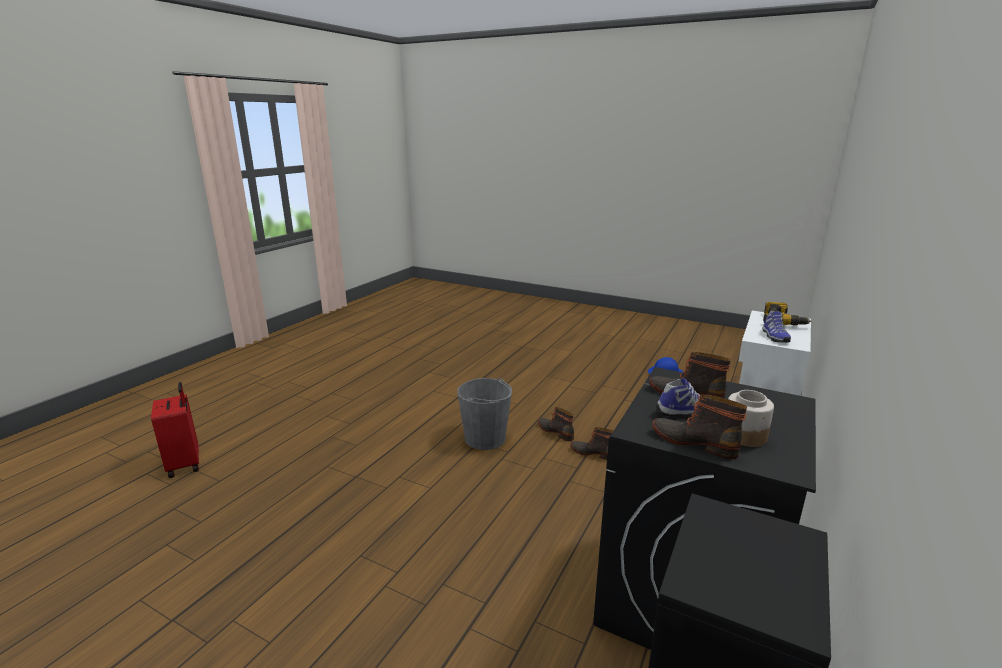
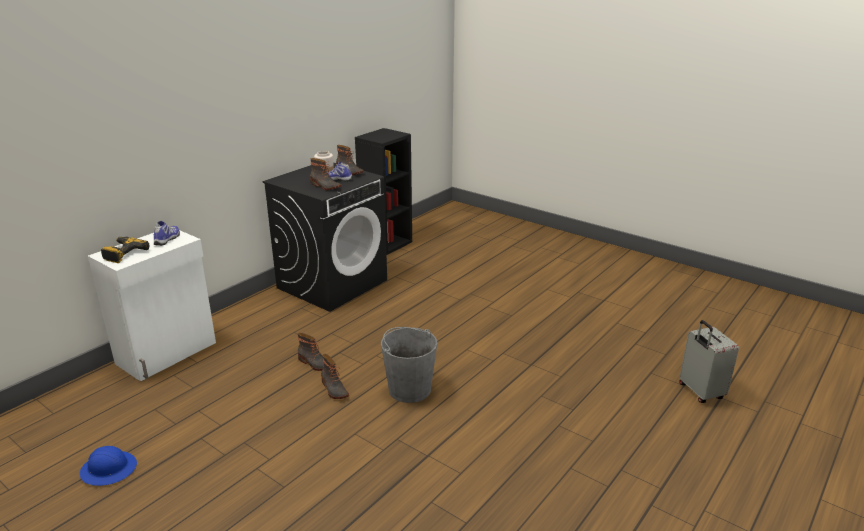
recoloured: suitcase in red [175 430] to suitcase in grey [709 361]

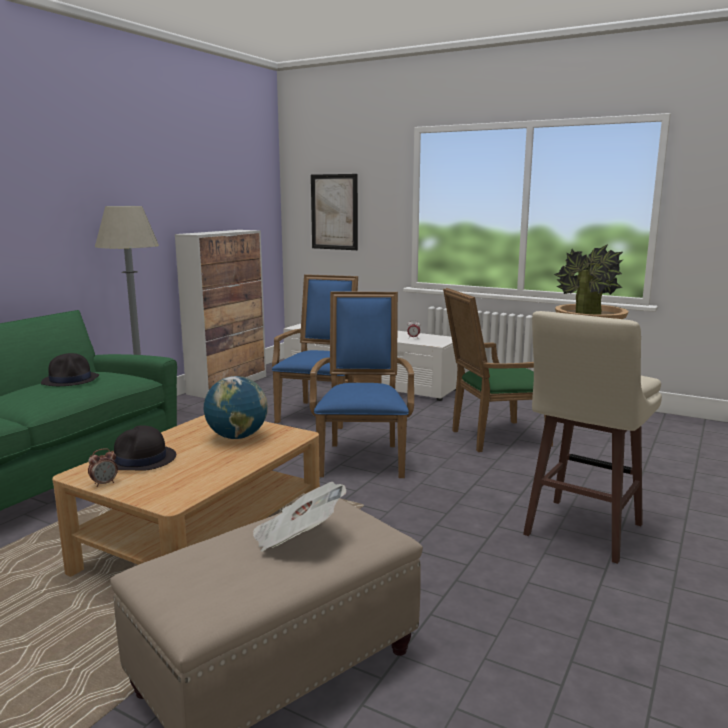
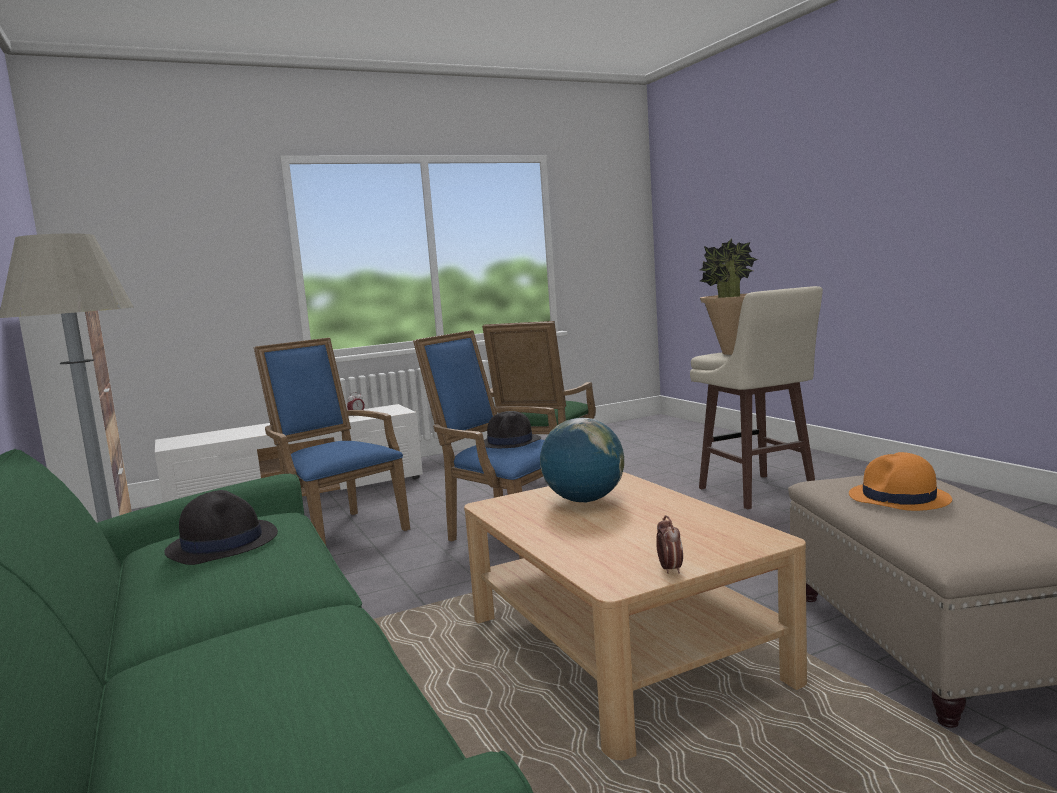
removed: picture [334 212]
moved: hat in black [145 448] to [512 429]
replaced: newspaper [299 517] to hat in orange [900 481]

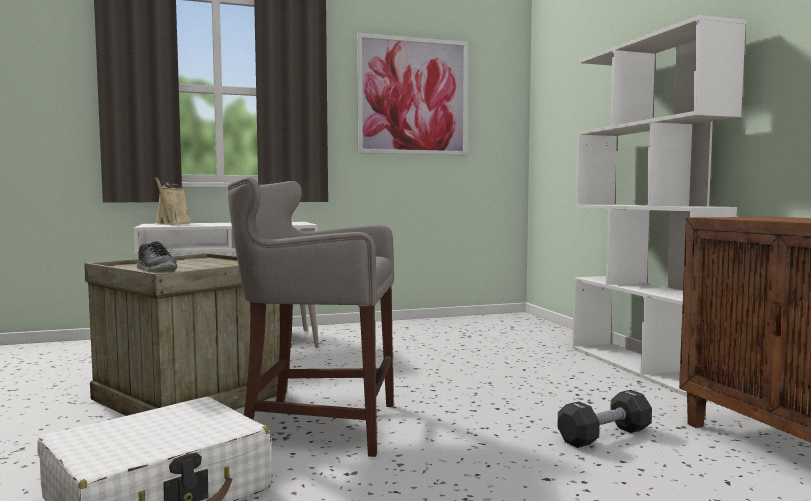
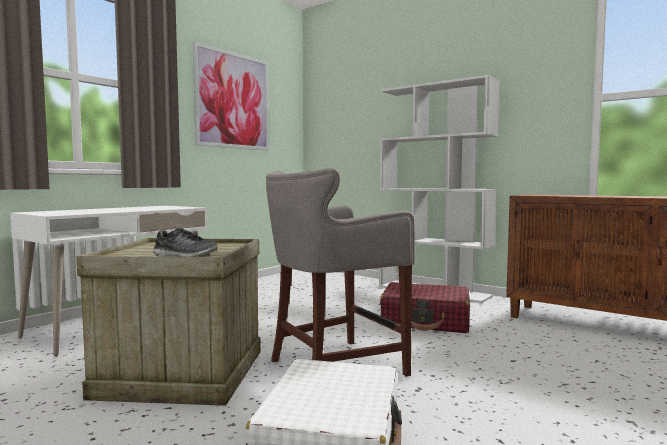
removed: watering can in beige [173 201]; dumbbell in black [605 419]
added: suitcase in red [425 307]

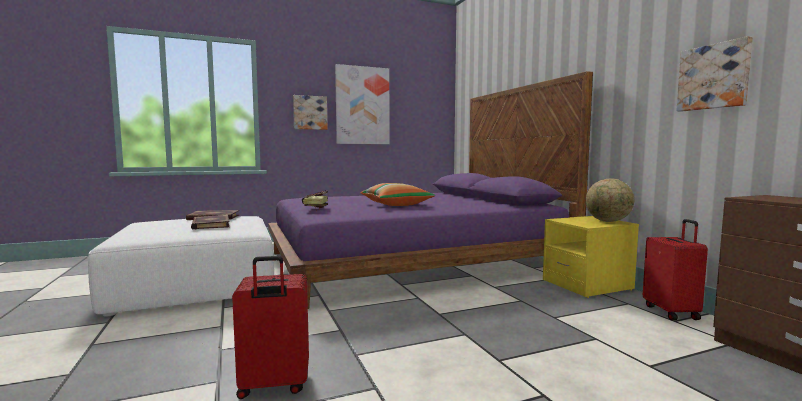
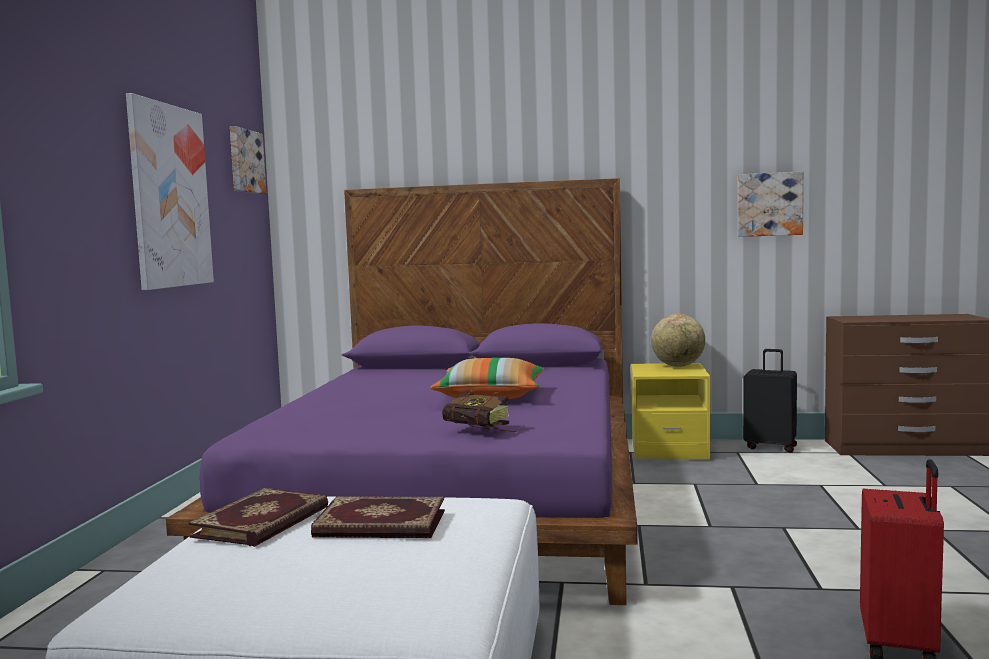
moved: picture [310 112] to [248 160]
recoloured: suitcase in red [675 269] to suitcase in black [770 401]

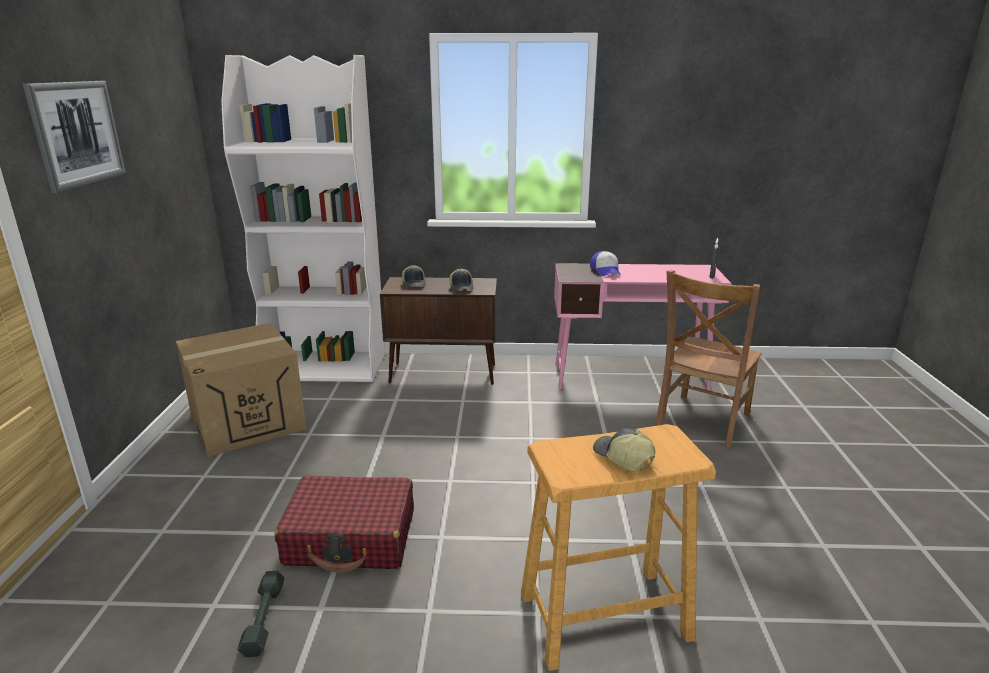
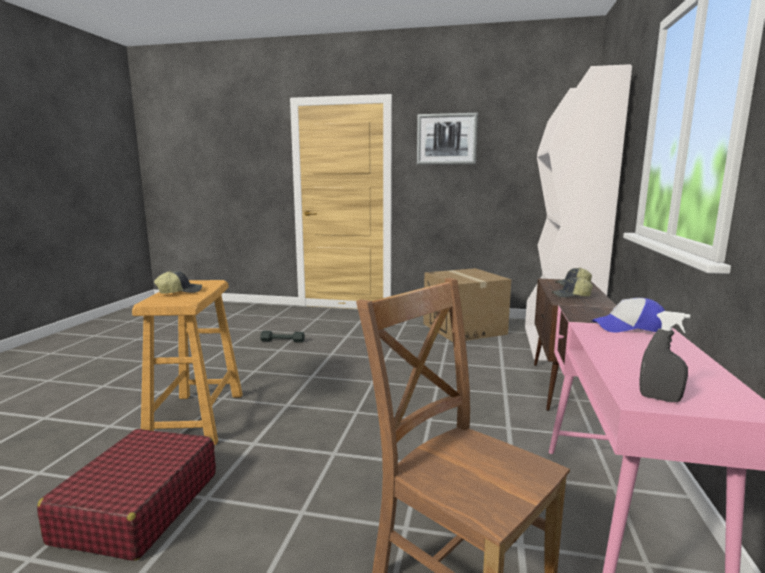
moved: suitcase in red [344 524] to [126 495]

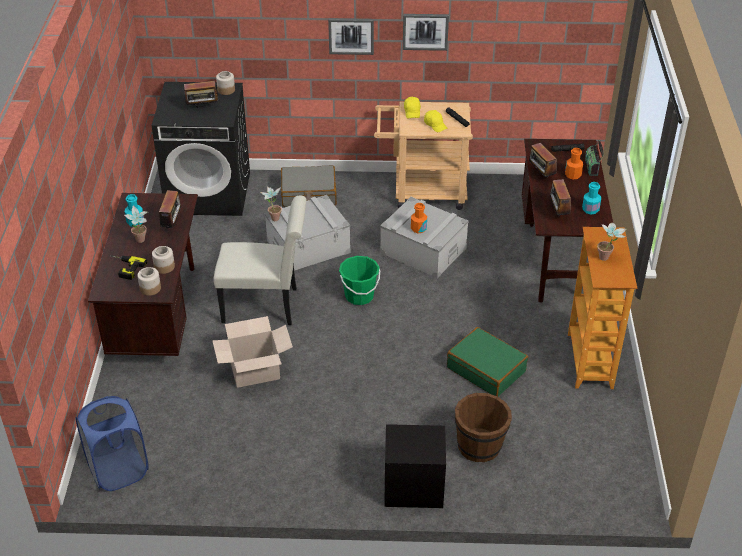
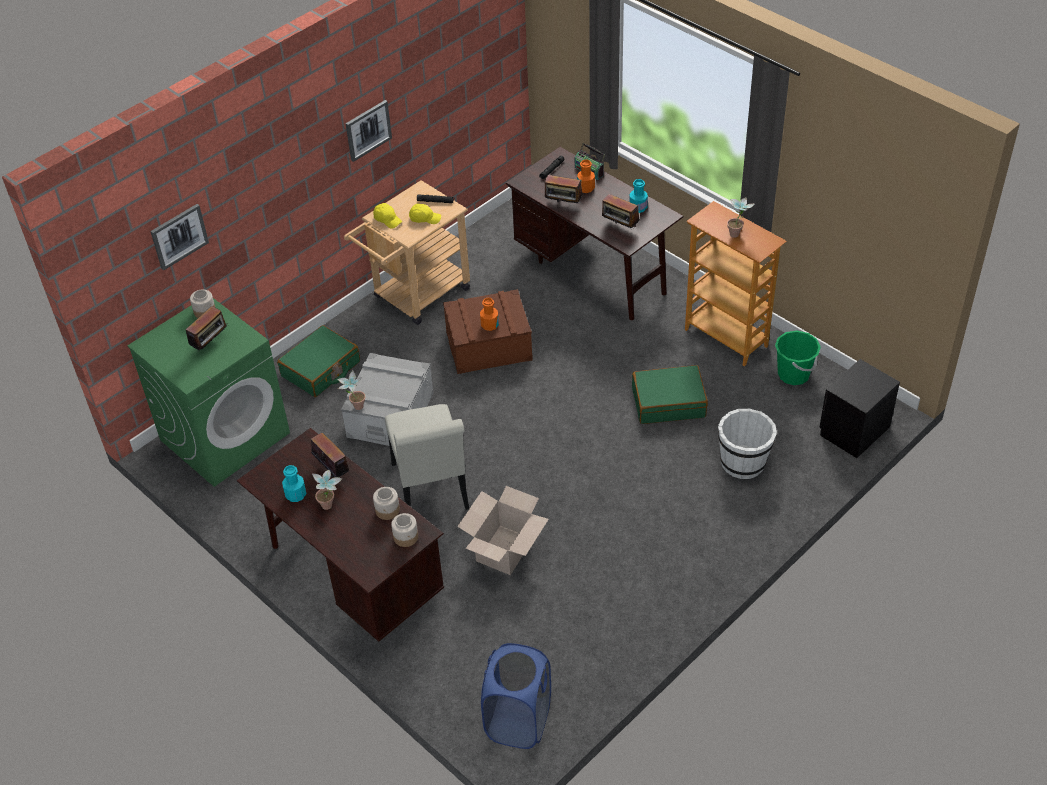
removed: power drill [128 267]
moved: picture [351 36] to [179 237]; bucket in green [359 280] to [798 358]; nightstand in black [415 466] to [859 408]
recoloured: washing machine in black [201 149] to washing machine in green [208 392]; suitcase in grey [309 186] to suitcase in green [318 361]; storage box in grey [424 237] to storage box in brown [488 331]; bucket in brown [483 427] to bucket in white [747 444]
turned: chair in white [259 260] = [427 457] 120 degrees clockwise

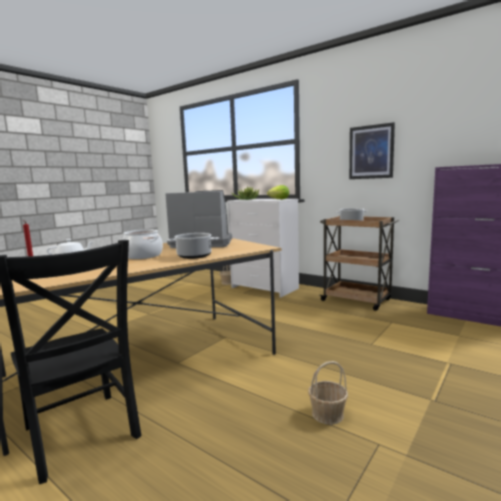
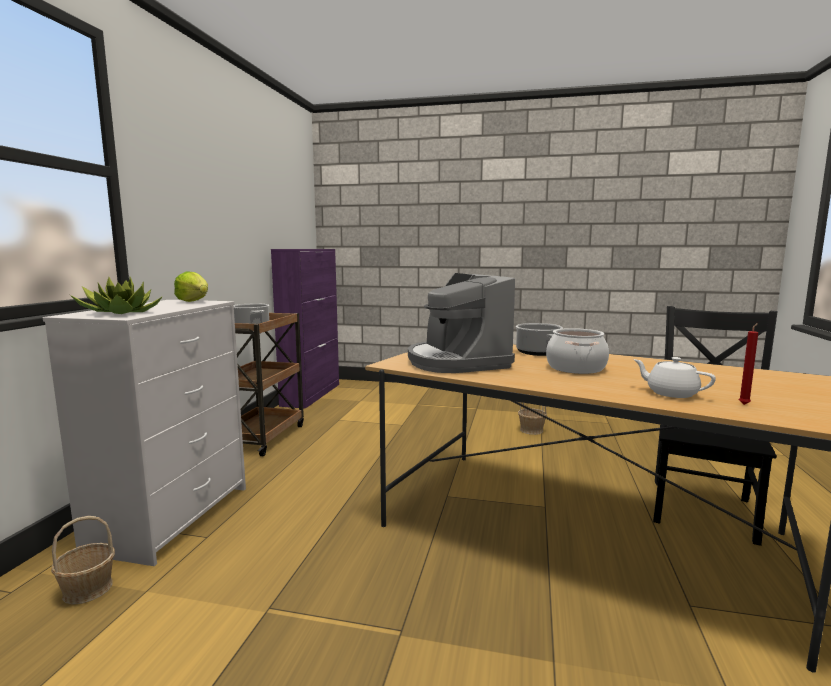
removed: picture [372 150]

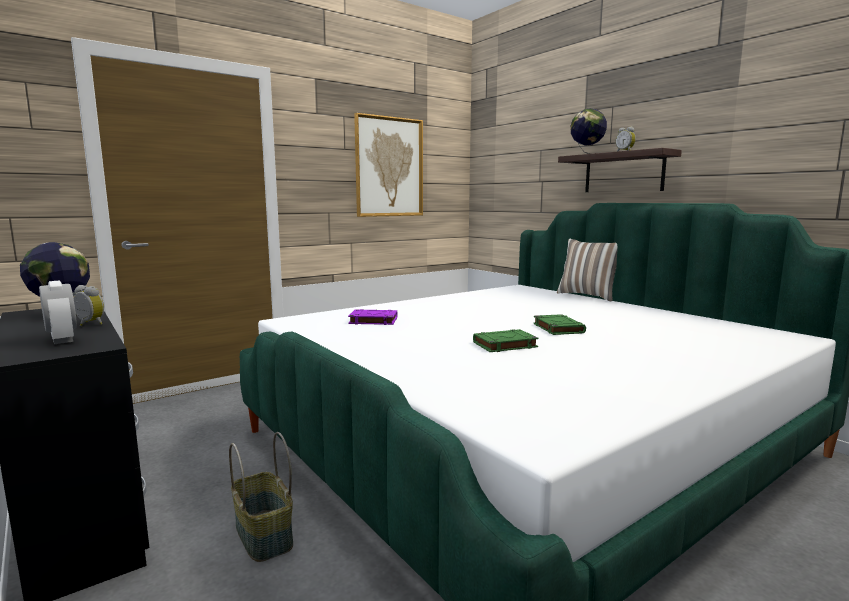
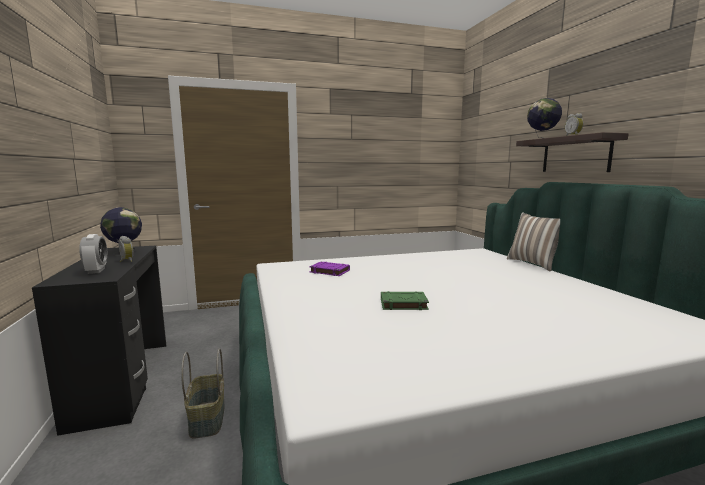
removed: picture [388 165]; book in green [559 324]

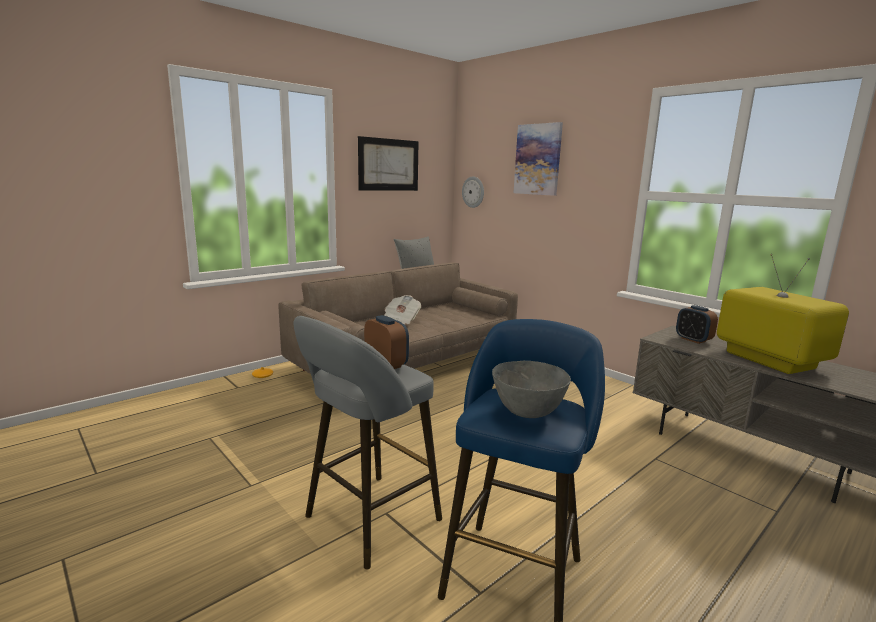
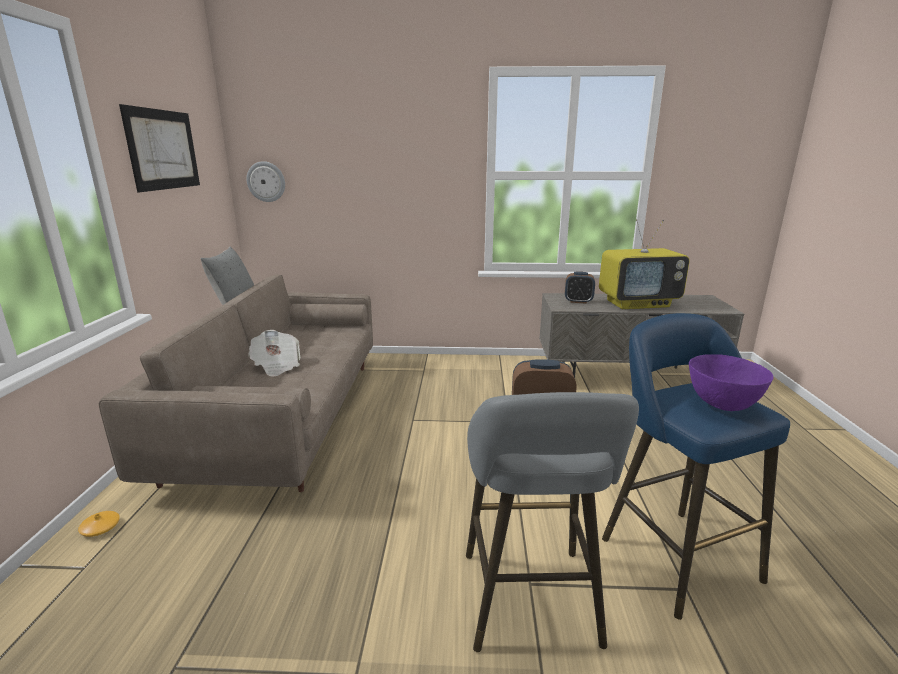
removed: picture [538 159]
recoloured: bowl in grey [531 389] to bowl in purple [731 382]
turned: television [783 314] = [644 264] 150 degrees clockwise

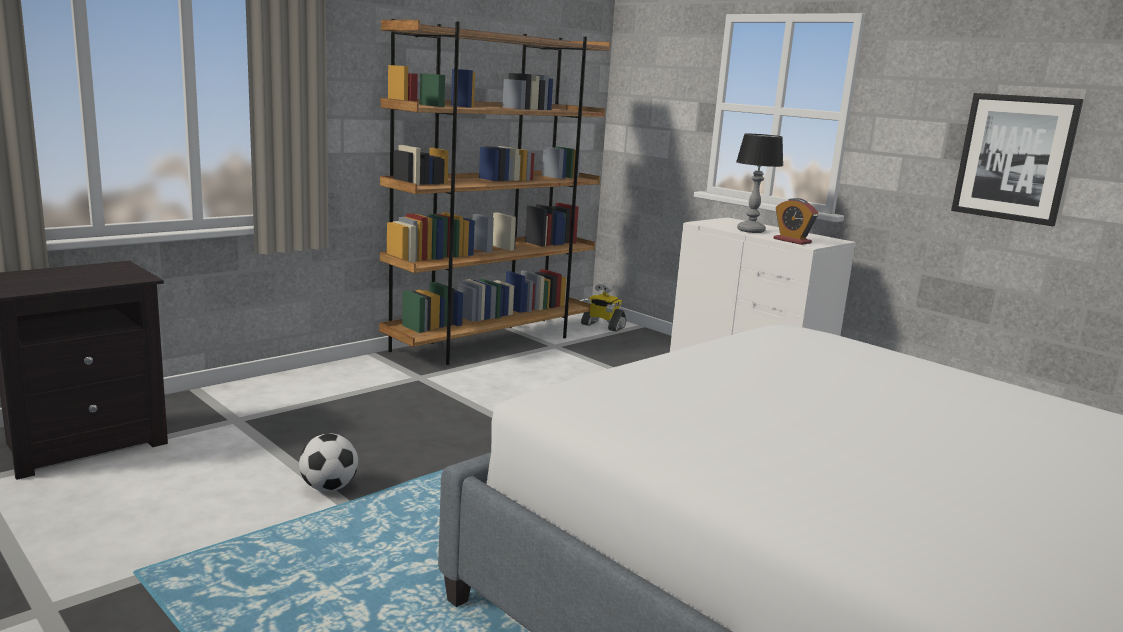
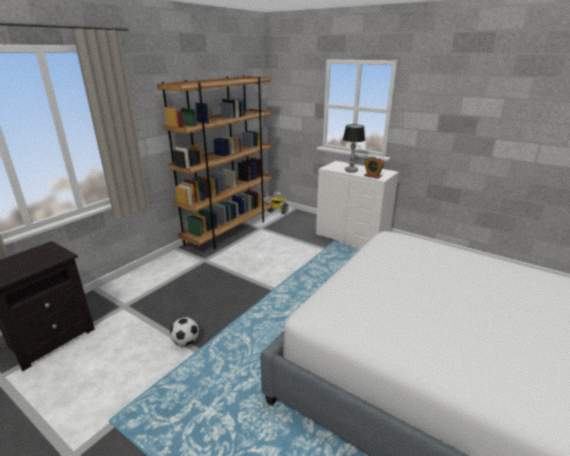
removed: picture [1017 159]

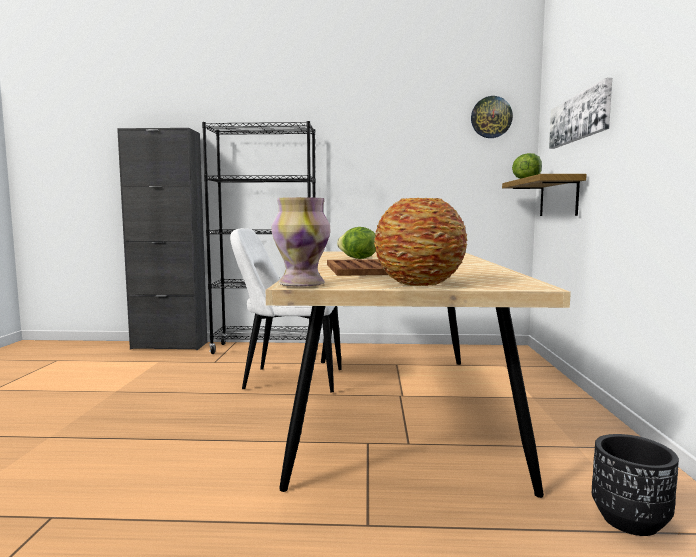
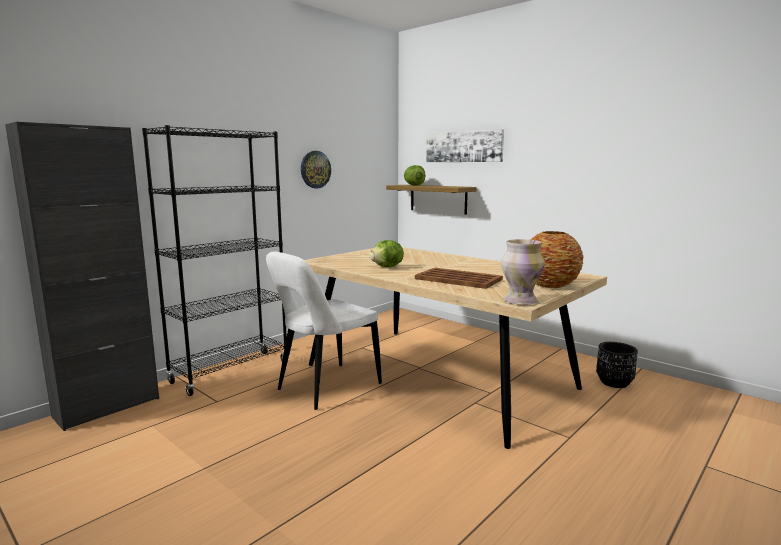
moved: wall clock [492 117] to [316 169]

